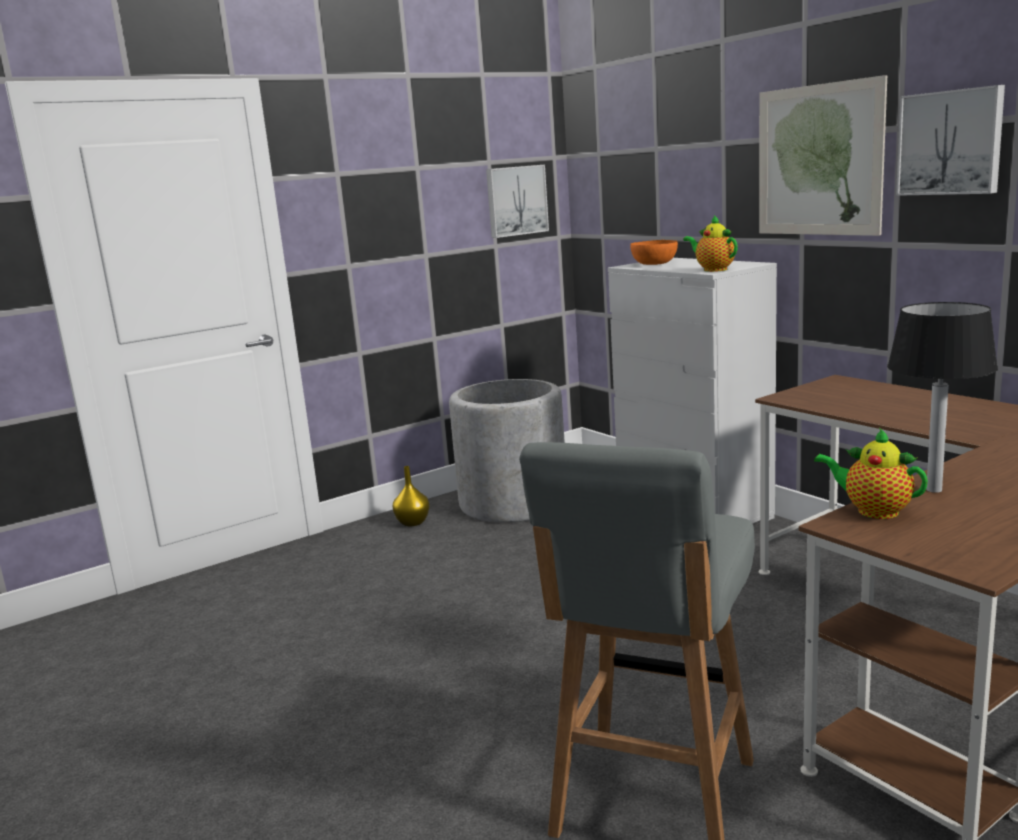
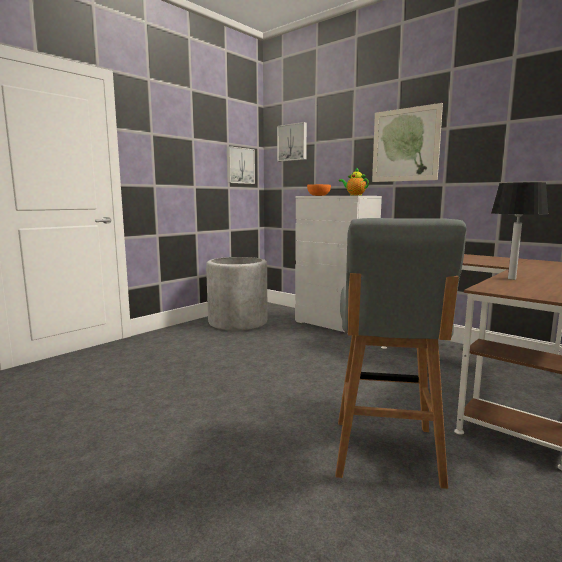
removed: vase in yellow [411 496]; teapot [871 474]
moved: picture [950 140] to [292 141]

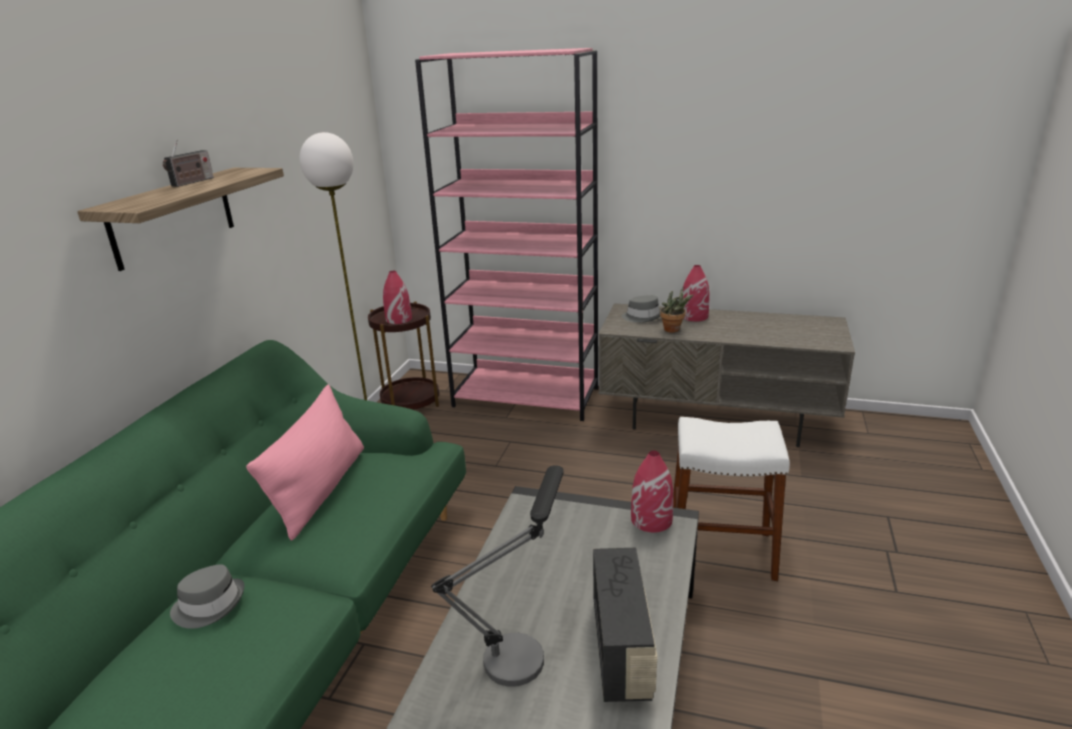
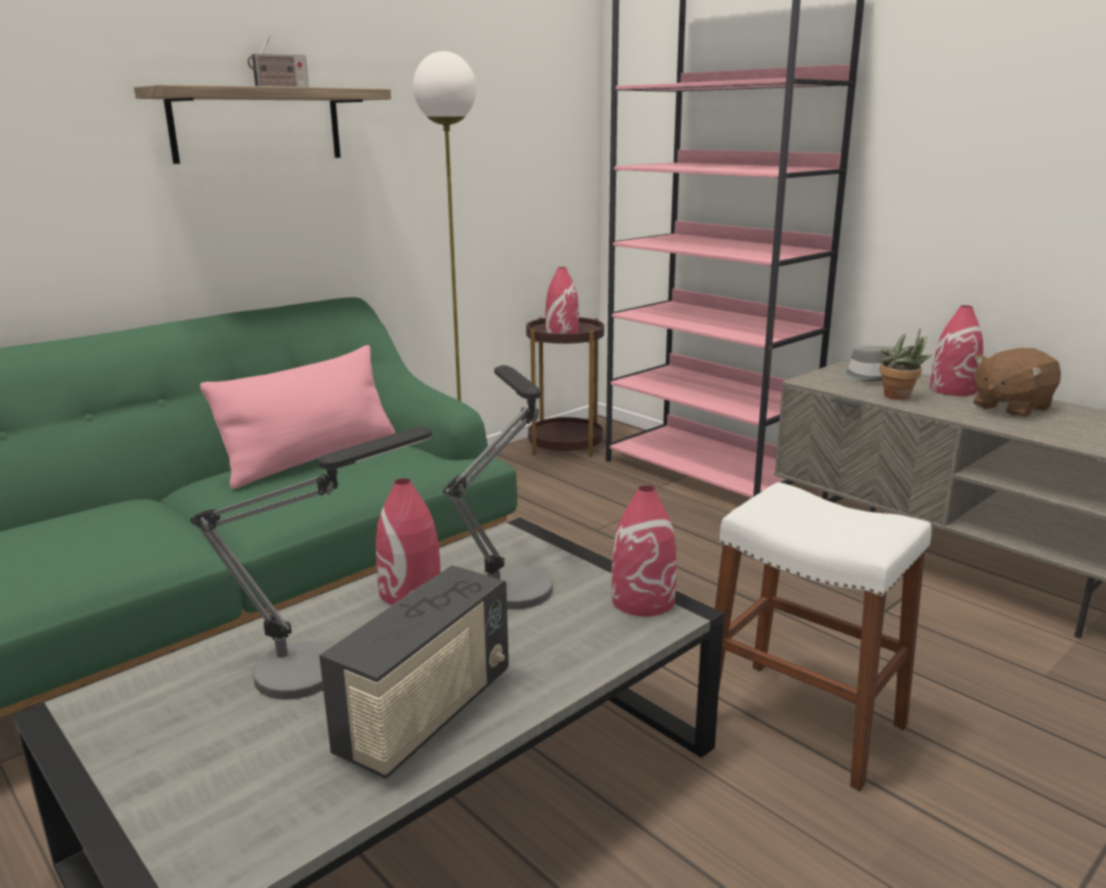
removed: hat in grey [207 596]
added: vase in red [408 542]; table lamp [497 487]; plush toy in brown [1017 383]

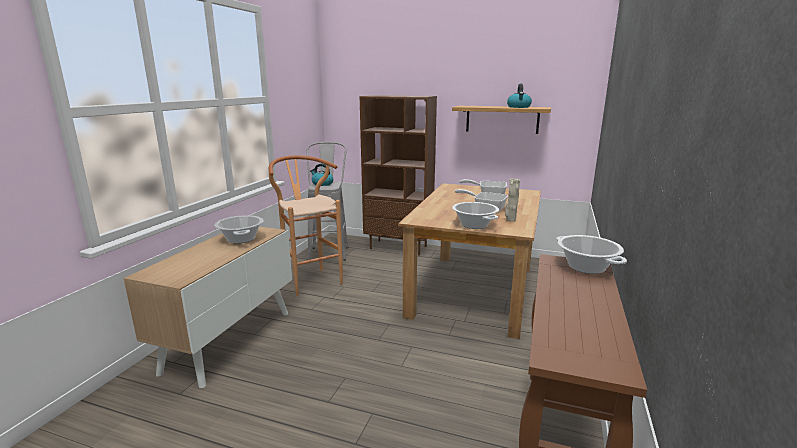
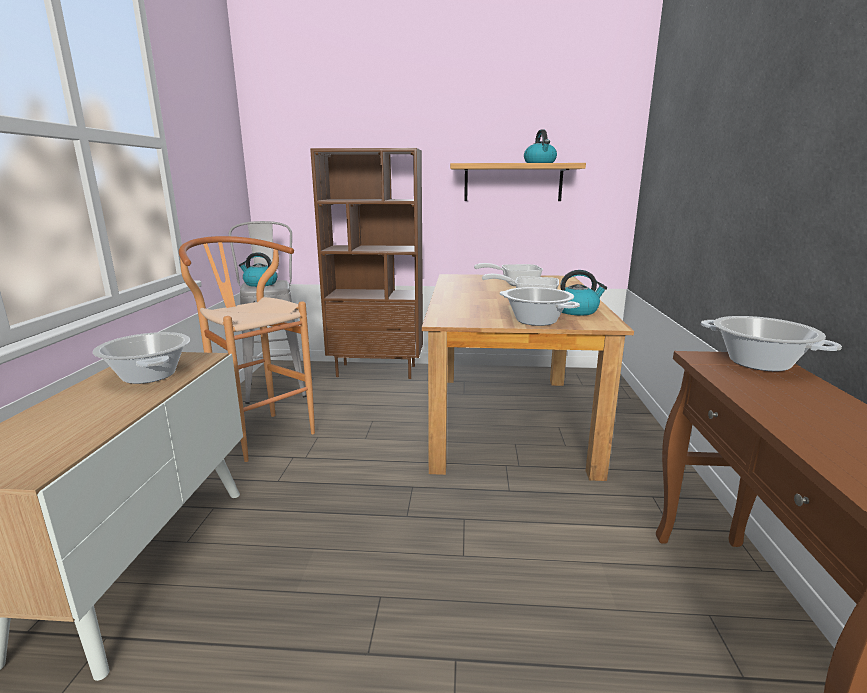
replaced: vase in beige [512 199] to kettle [583 292]

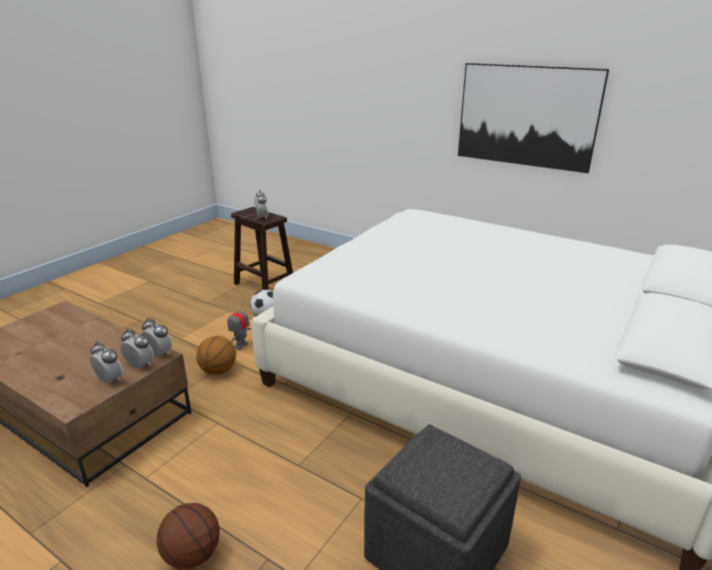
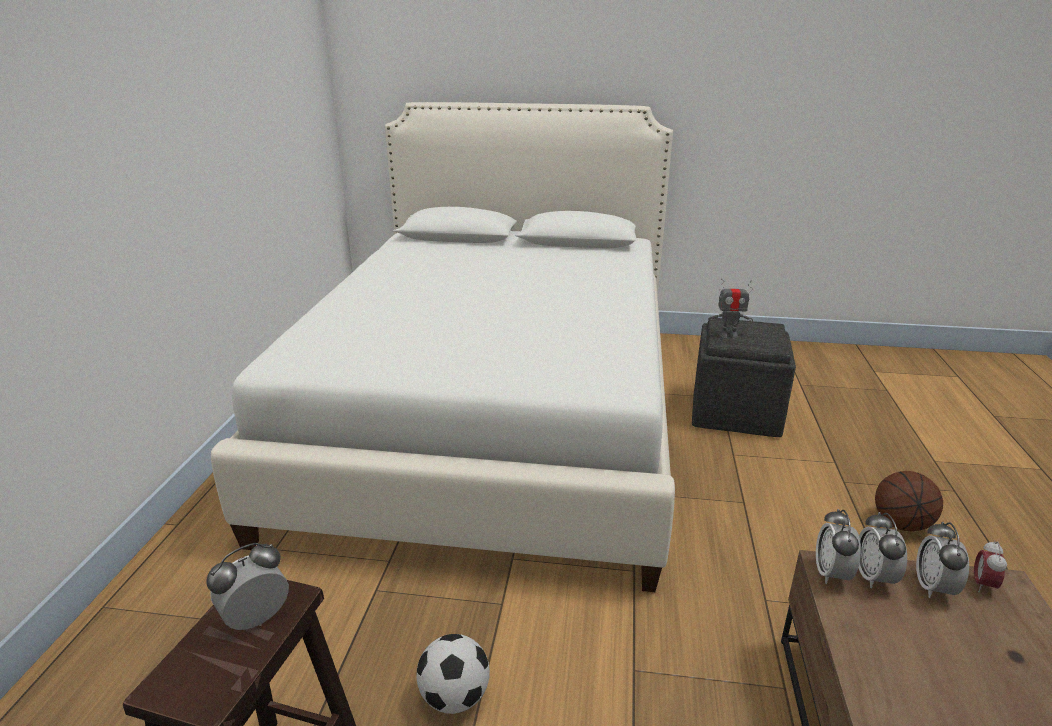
removed: basketball [216 355]; picture [533 118]
added: alarm clock [990 566]
moved: toy robot [239 326] to [730 308]

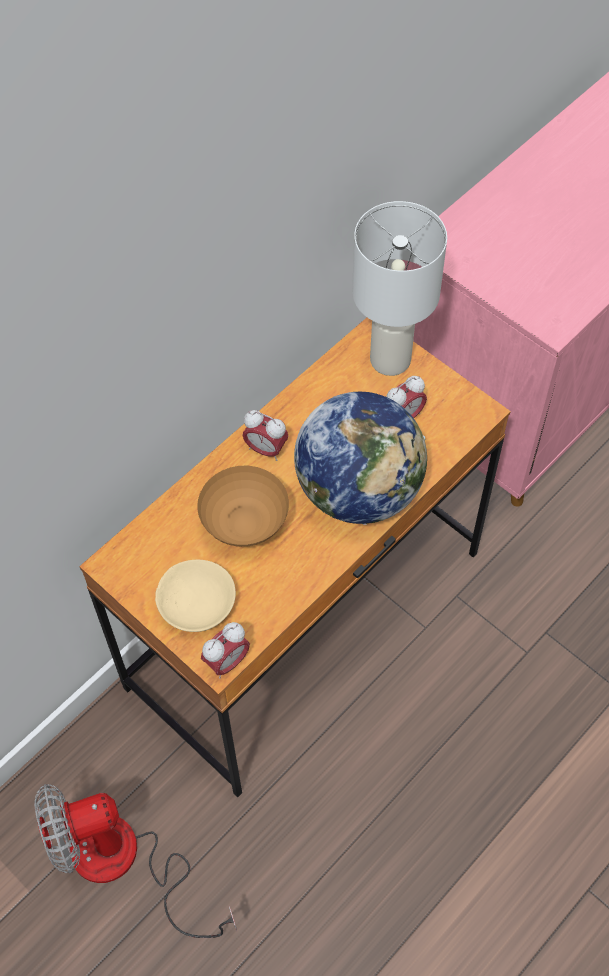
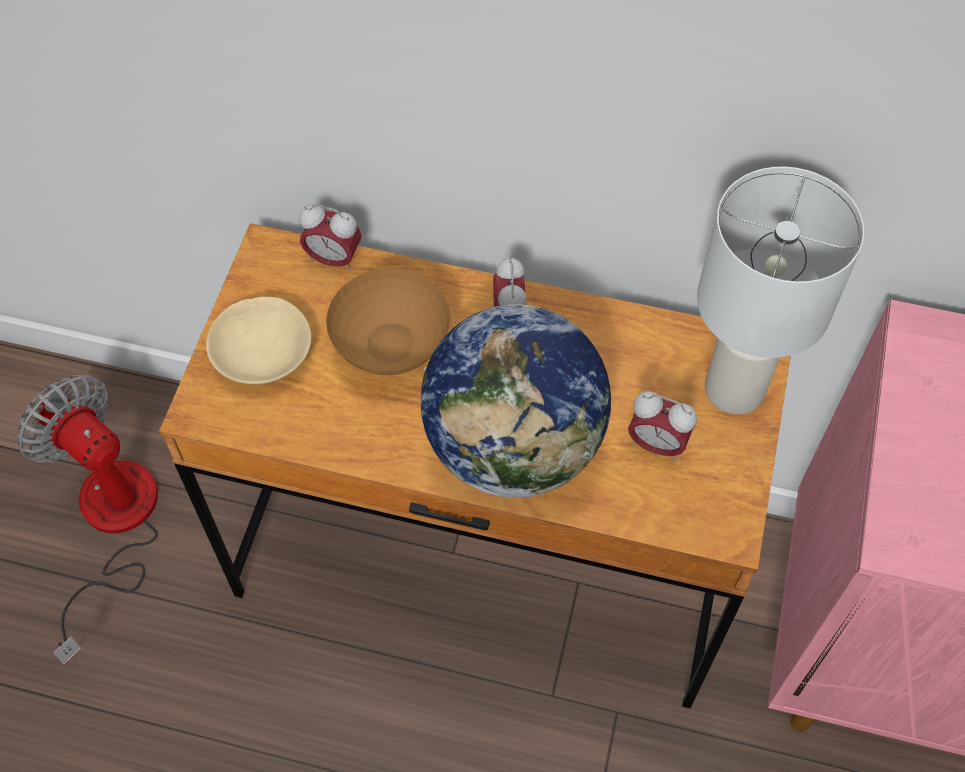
moved: alarm clock [225 650] to [330 238]

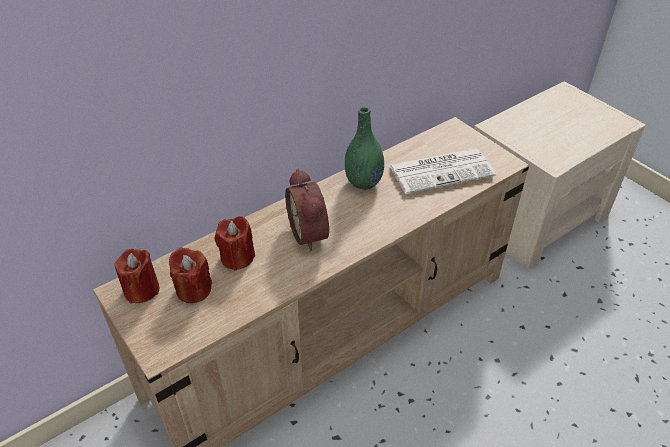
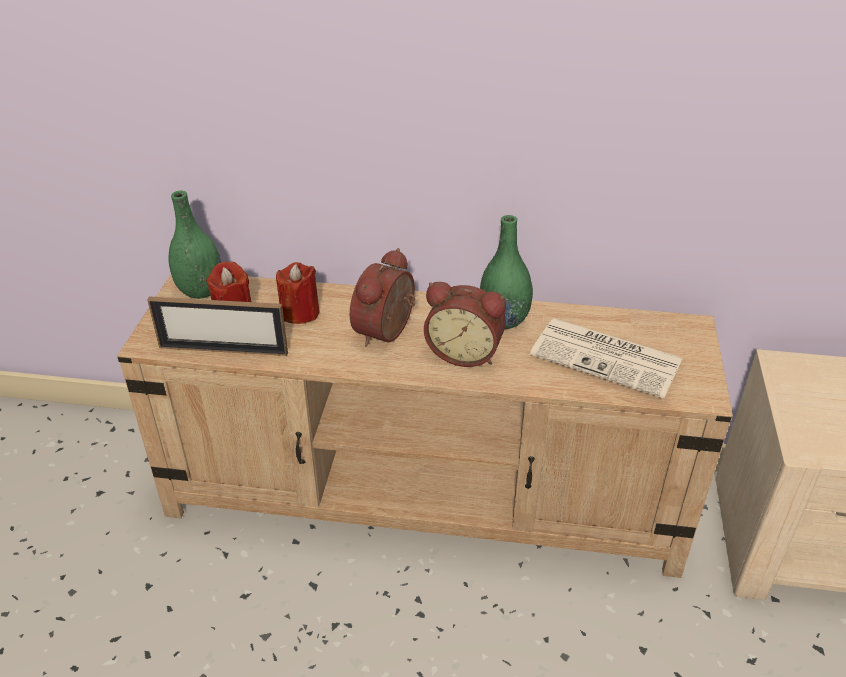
added: picture frame [217 326]; alarm clock [465 324]
replaced: candle in red [137 276] to vase in green [194 244]

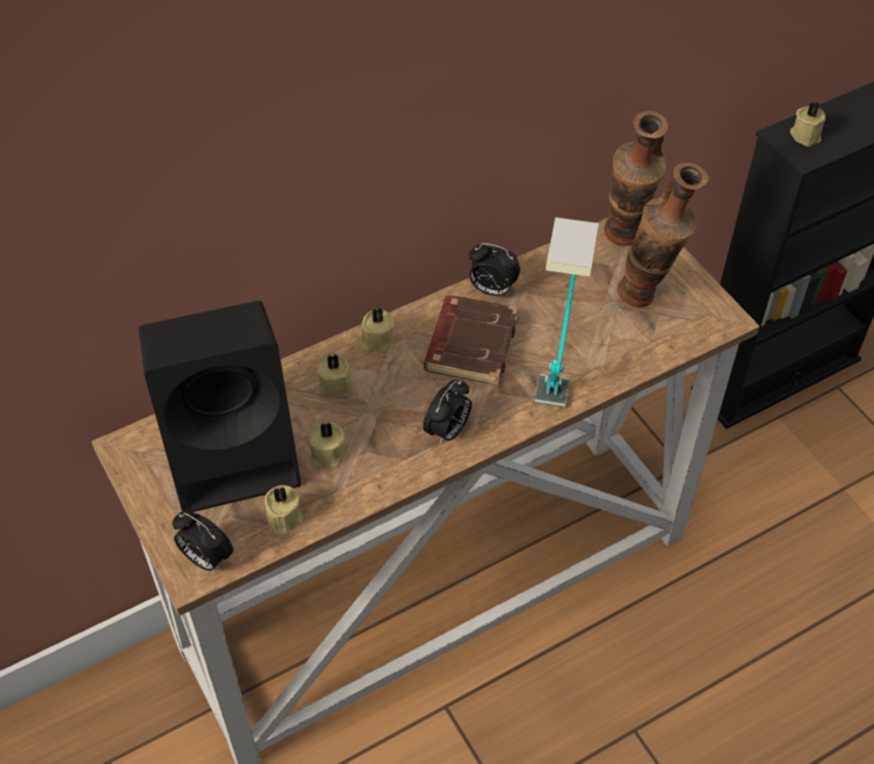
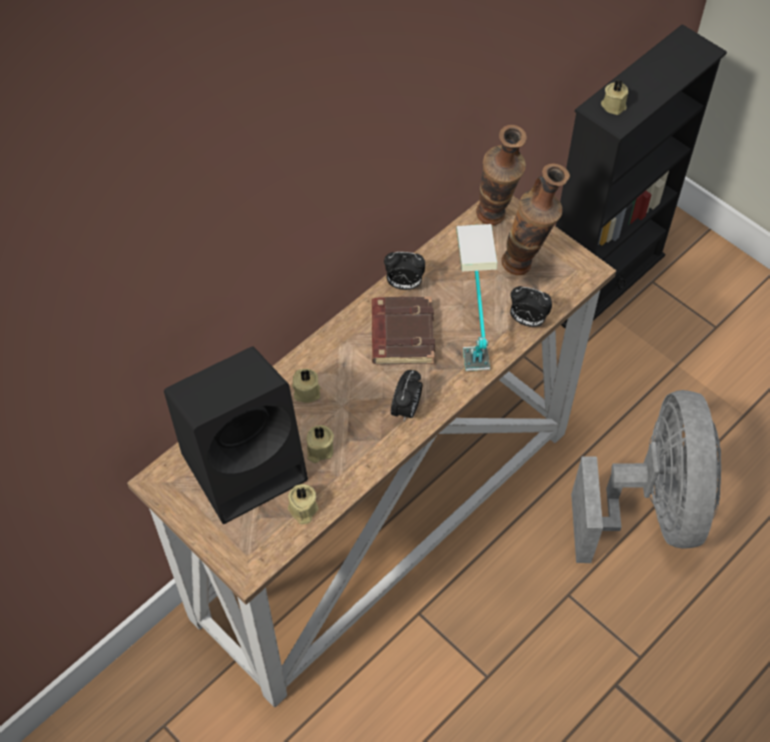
removed: candle in beige [377 330]
added: fan in grey [646 476]
moved: alarm clock [203 540] to [531 306]

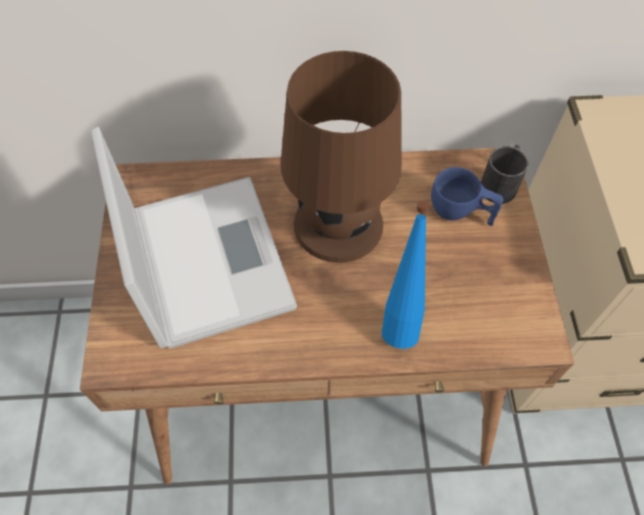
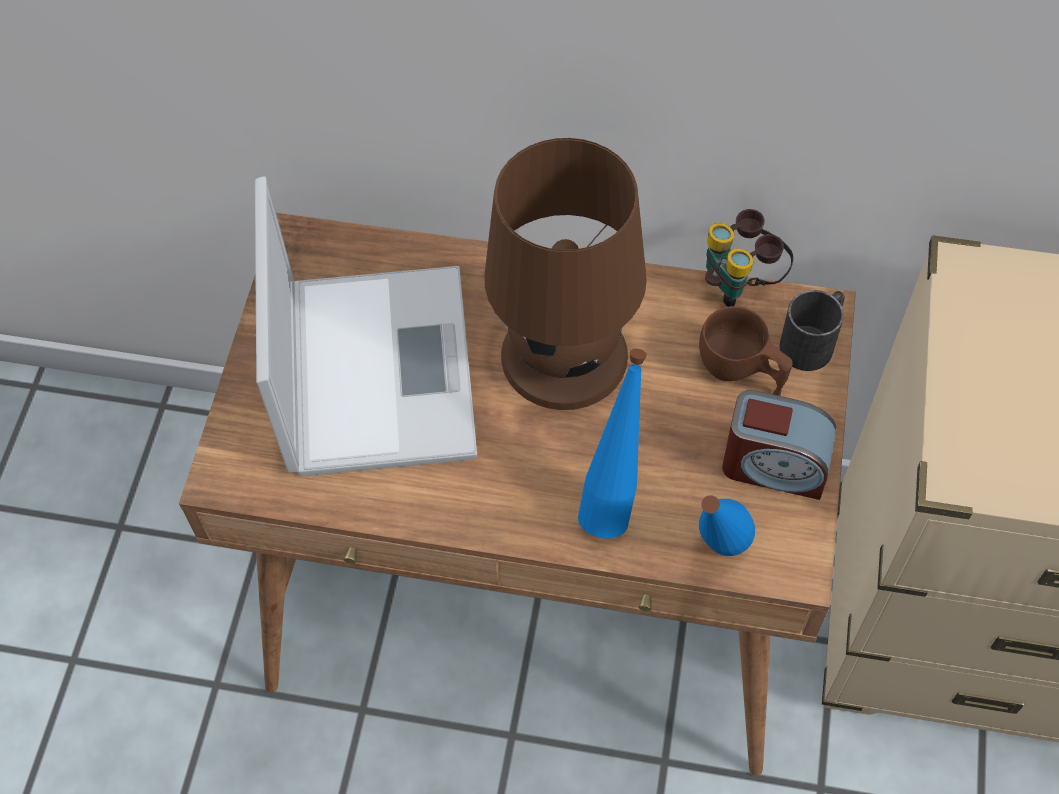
added: bottle in blue [727 525]; binoculars [749 258]; alarm clock [779 445]
recoloured: cup in blue [467 196] to cup in brown [745 351]

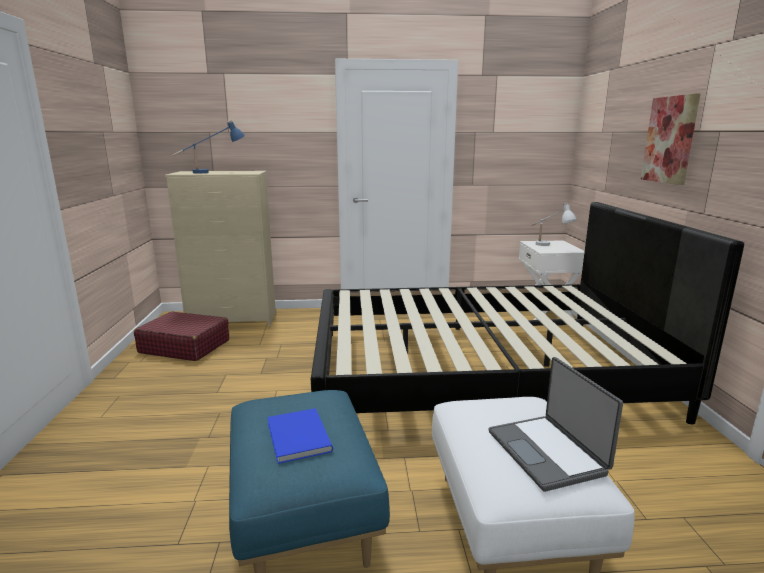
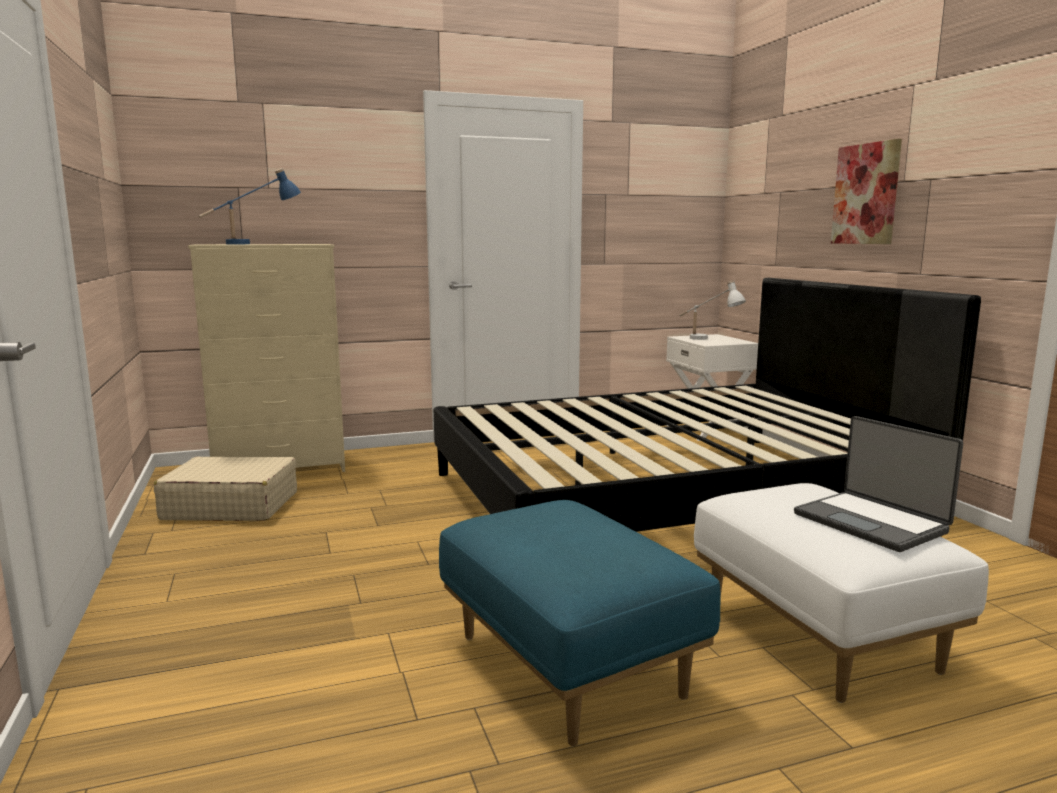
removed: book in blue [300 436]
recoloured: suitcase in red [181 336] to suitcase in beige [225 489]

